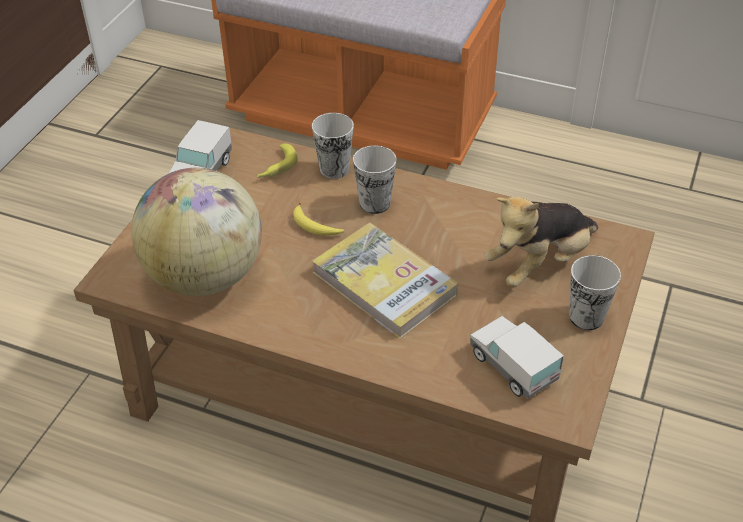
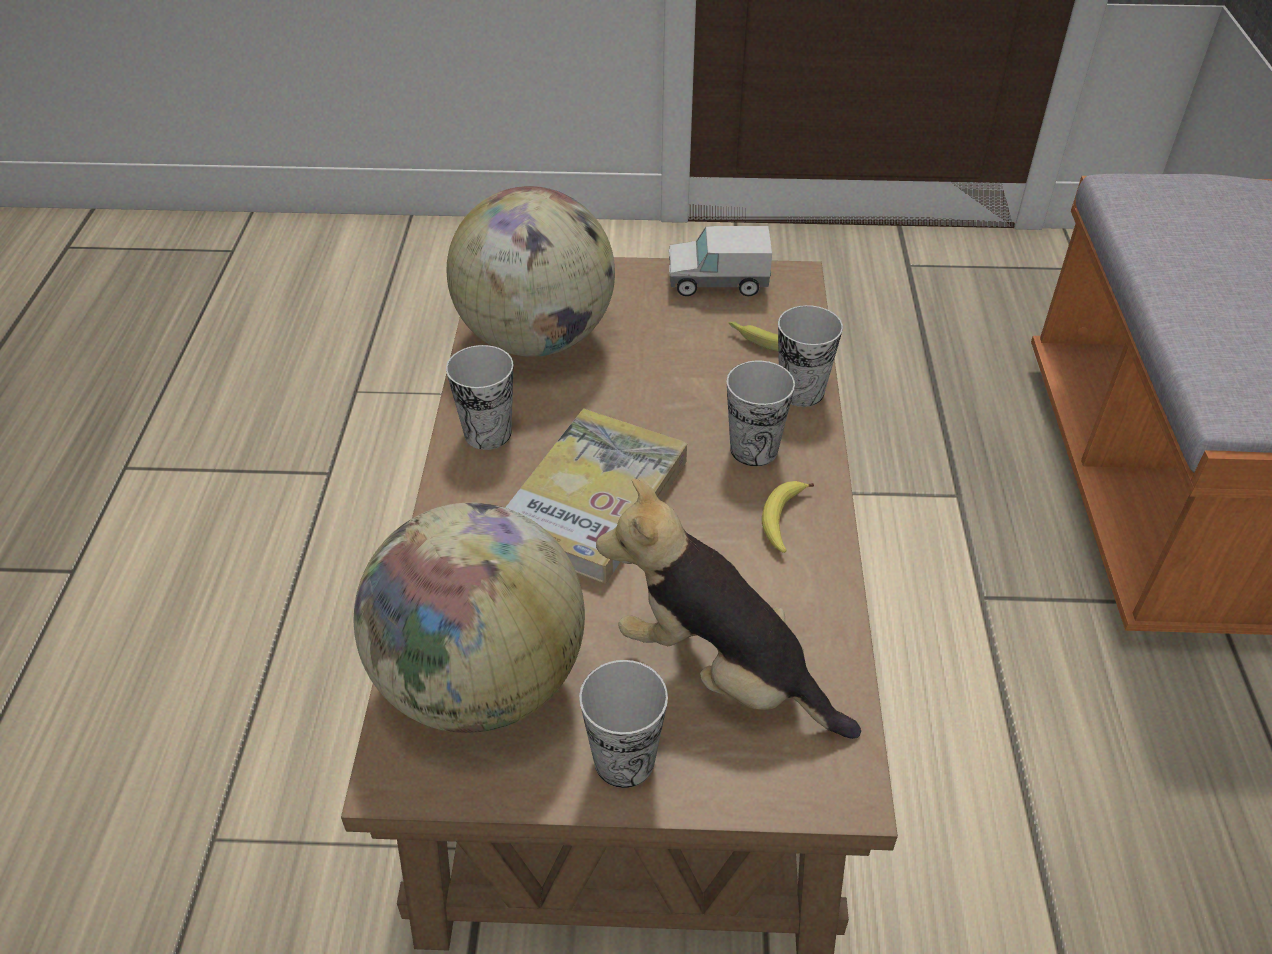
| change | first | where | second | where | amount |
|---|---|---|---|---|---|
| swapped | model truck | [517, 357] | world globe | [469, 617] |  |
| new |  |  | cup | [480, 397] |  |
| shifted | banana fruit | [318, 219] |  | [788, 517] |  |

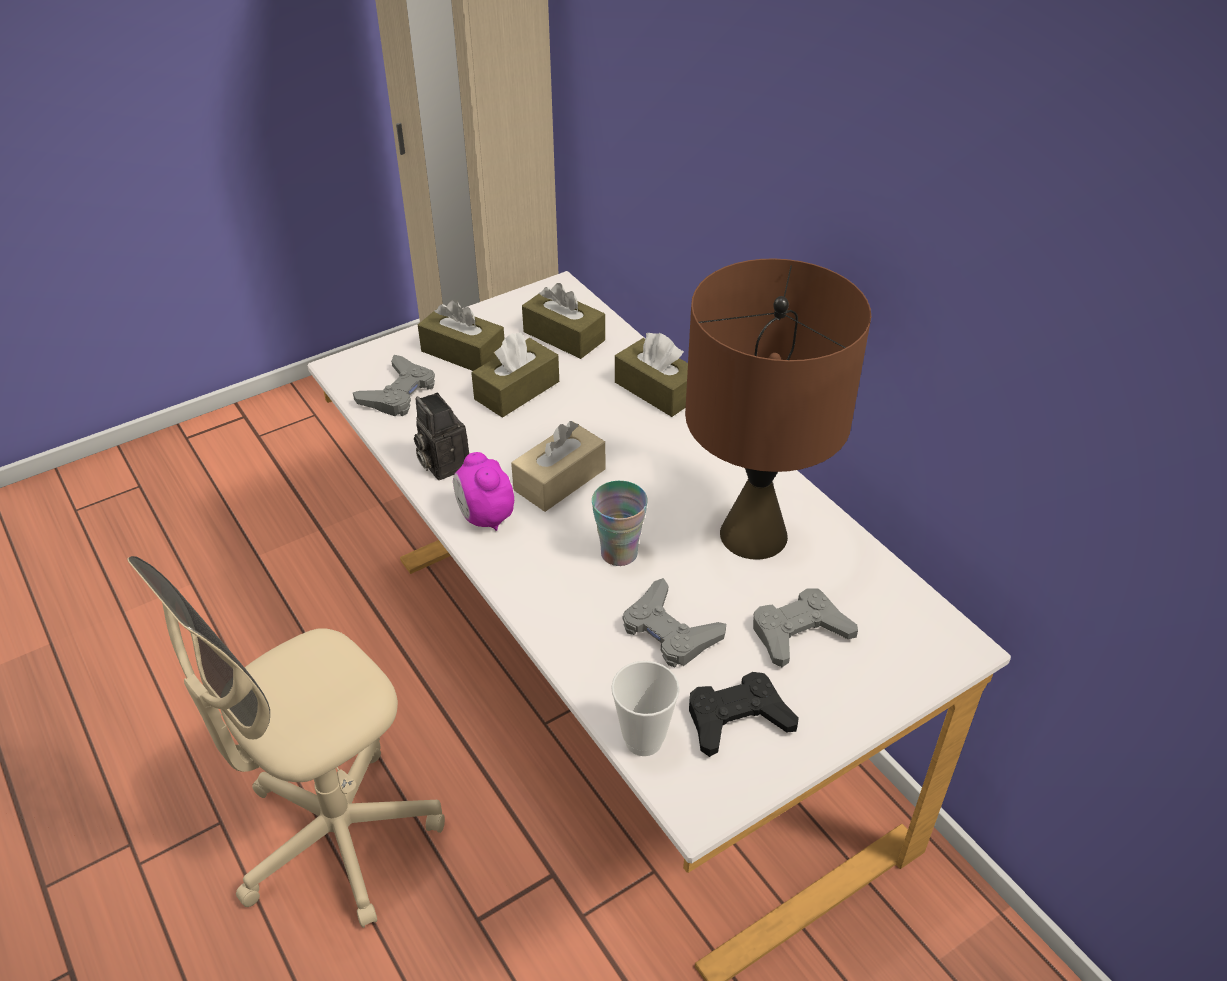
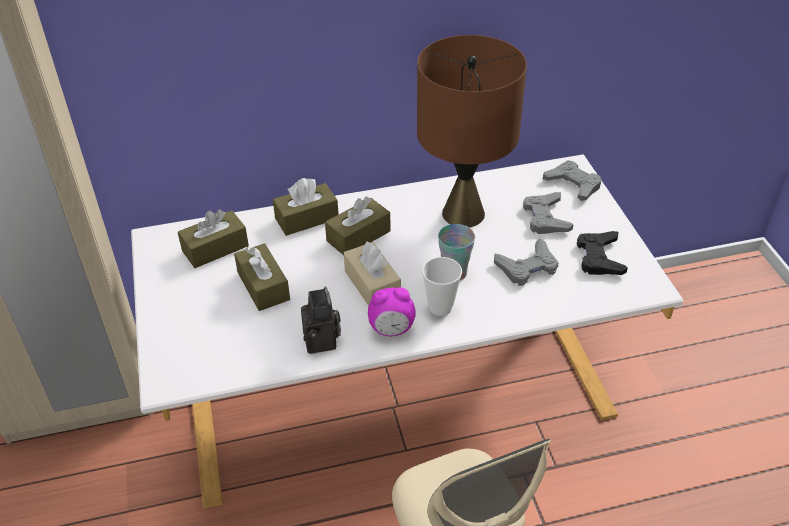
| change | first | where | second | where | amount |
|---|---|---|---|---|---|
| rotated | photo camera | [441, 436] |  | [321, 320] | 90 degrees counterclockwise |
| shifted | brownish tissue holder | [461, 335] |  | [358, 225] |  |
| shifted | cup | [645, 708] |  | [442, 286] |  |
| shifted | greyish game controller | [394, 385] |  | [572, 180] |  |

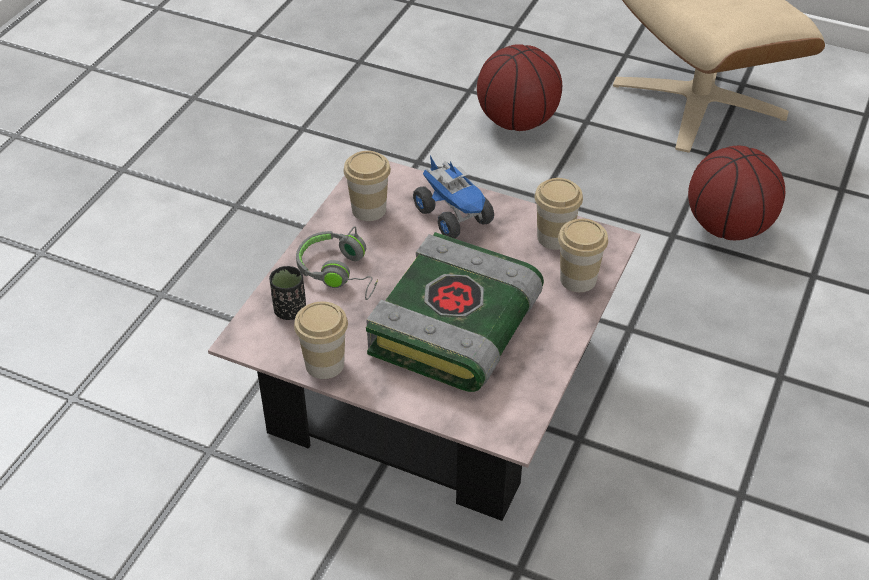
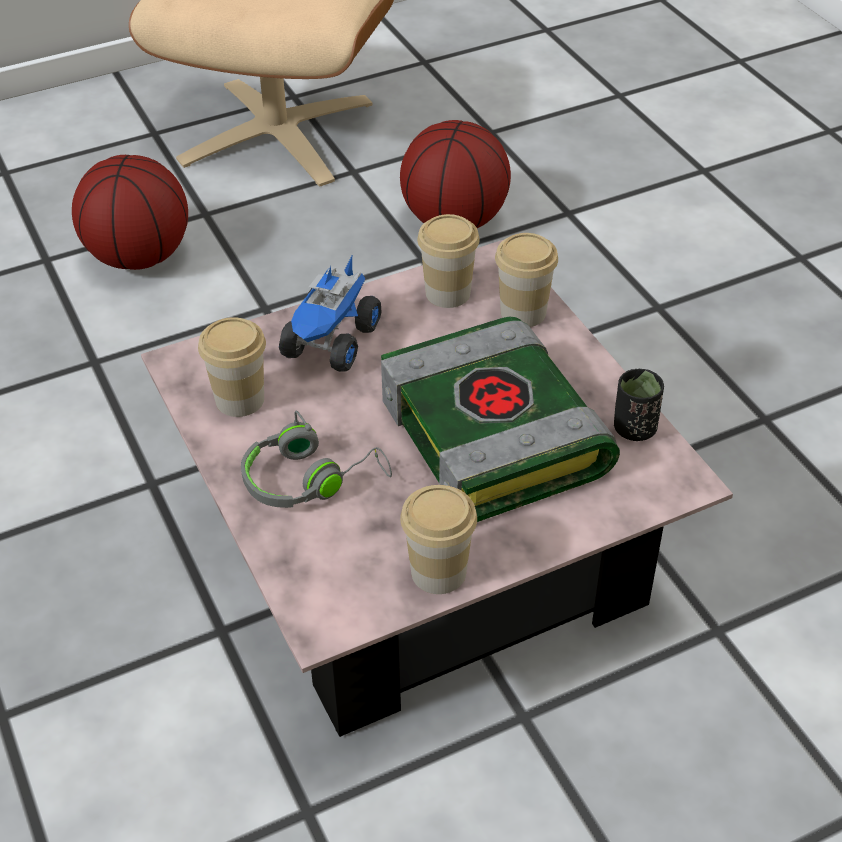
| change | first | where | second | where | amount |
|---|---|---|---|---|---|
| rotated | model truck | [453, 197] |  | [330, 314] | 105 degrees clockwise |
| shifted | black-coloured cup | [287, 293] |  | [639, 405] |  |

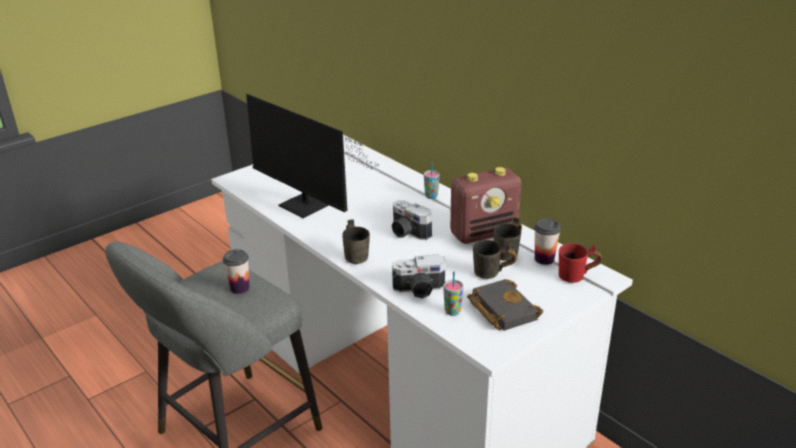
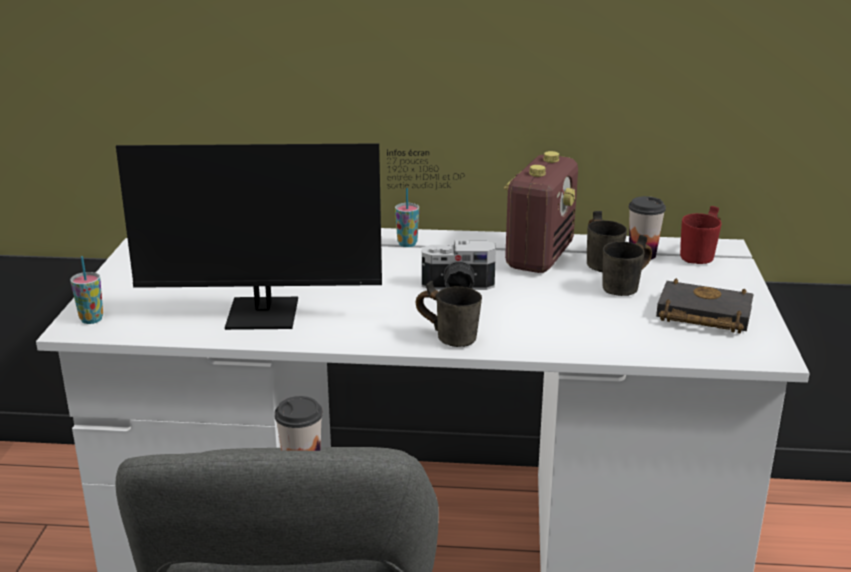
| change | first | where | second | where | amount |
|---|---|---|---|---|---|
| shifted | cup | [453, 293] |  | [86, 290] |  |
| gone | photo camera | [418, 276] |  |  |  |

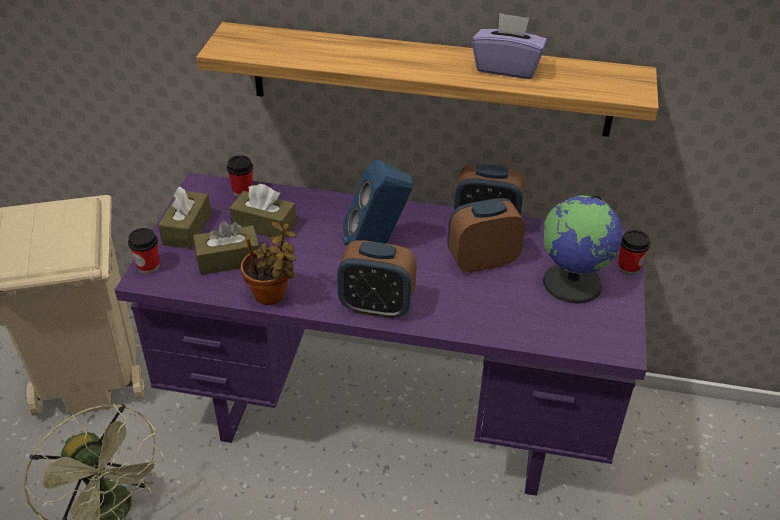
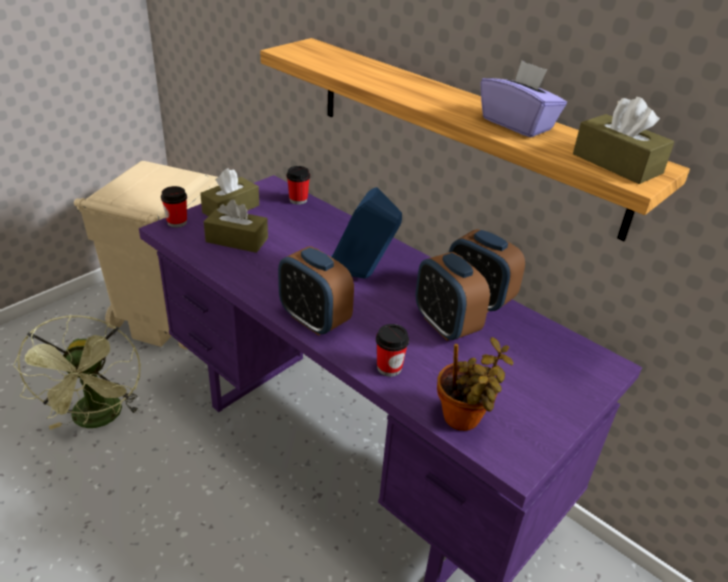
| change | first | where | second | where | amount |
|---|---|---|---|---|---|
| shifted | cup | [634, 252] |  | [392, 350] |  |
| rotated | table clock | [486, 235] |  | [453, 296] | 135 degrees counterclockwise |
| shifted | potted plant | [269, 263] |  | [475, 384] |  |
| shifted | brownish tissue holder | [263, 212] |  | [623, 140] |  |
| gone | world globe | [582, 249] |  |  |  |

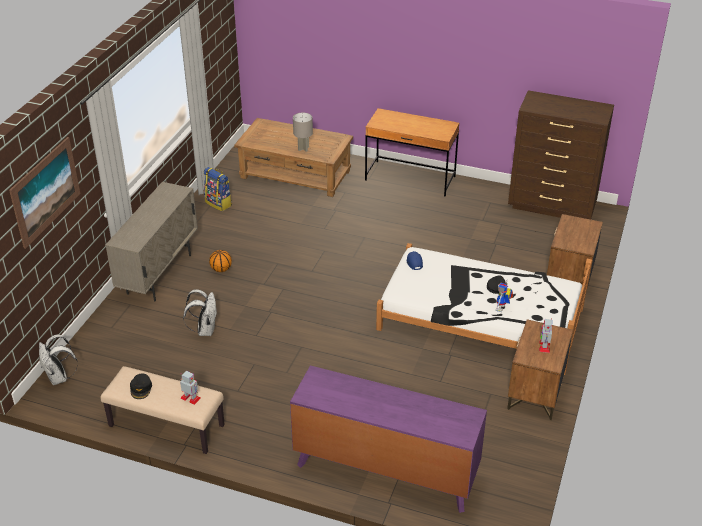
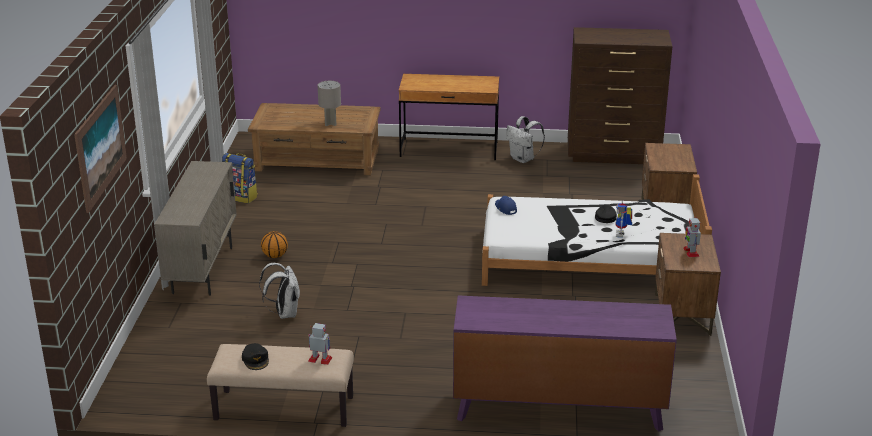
| change | first | where | second | where | amount |
|---|---|---|---|---|---|
| shifted | white knapsack | [58, 359] |  | [525, 139] |  |

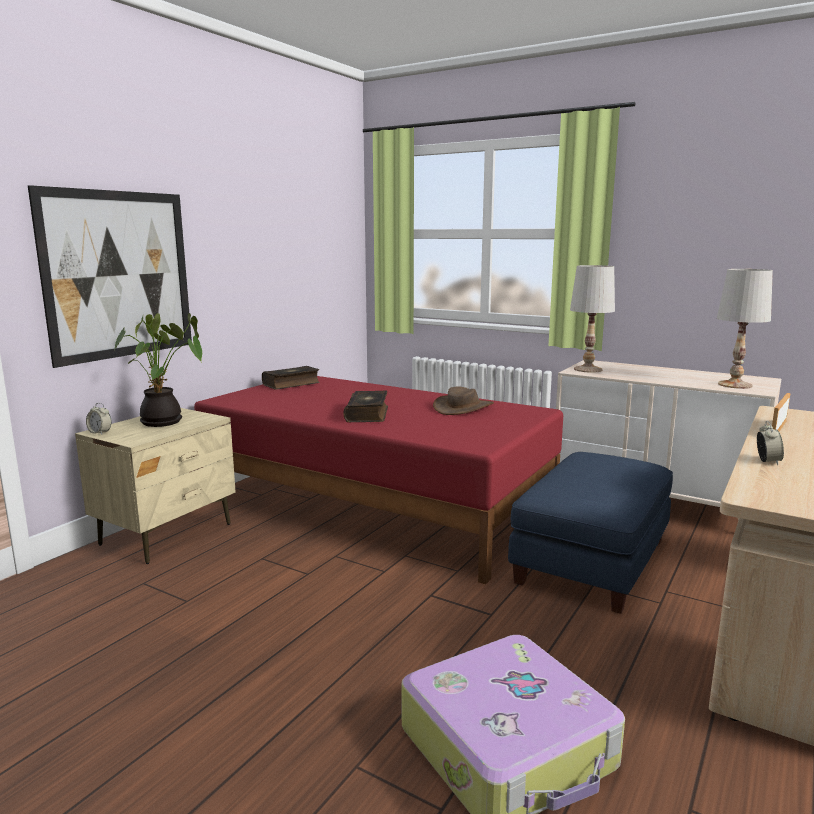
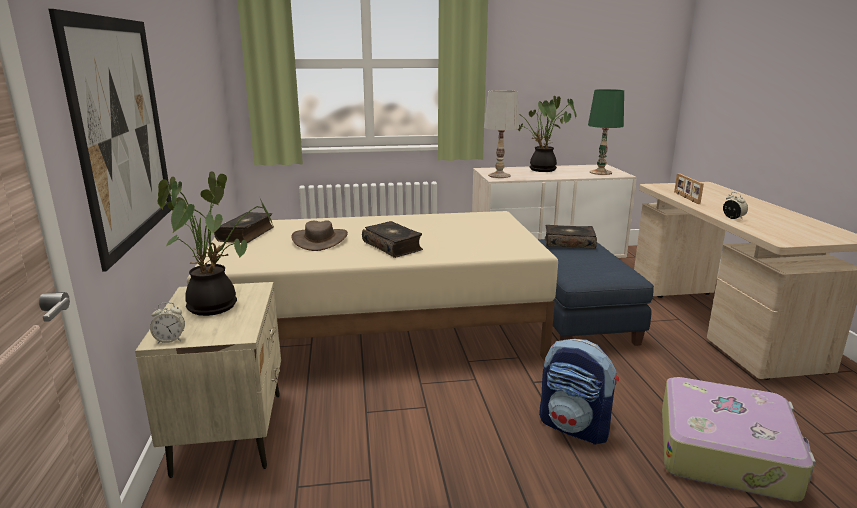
| change | first | where | second | where | amount |
|---|---|---|---|---|---|
| repainted | red bedroom bed | [378, 480] | beige-coloured bedroom bed | [372, 285] |  |
| shifted | brownish hat | [463, 401] |  | [319, 235] |  |
| new |  |  | potted plant | [547, 134] |  |
| new |  |  | knapsack | [579, 392] |  |
| new |  |  | book | [571, 237] |  |
| repainted | white table lamp | [745, 329] | green table lamp | [606, 132] |  |

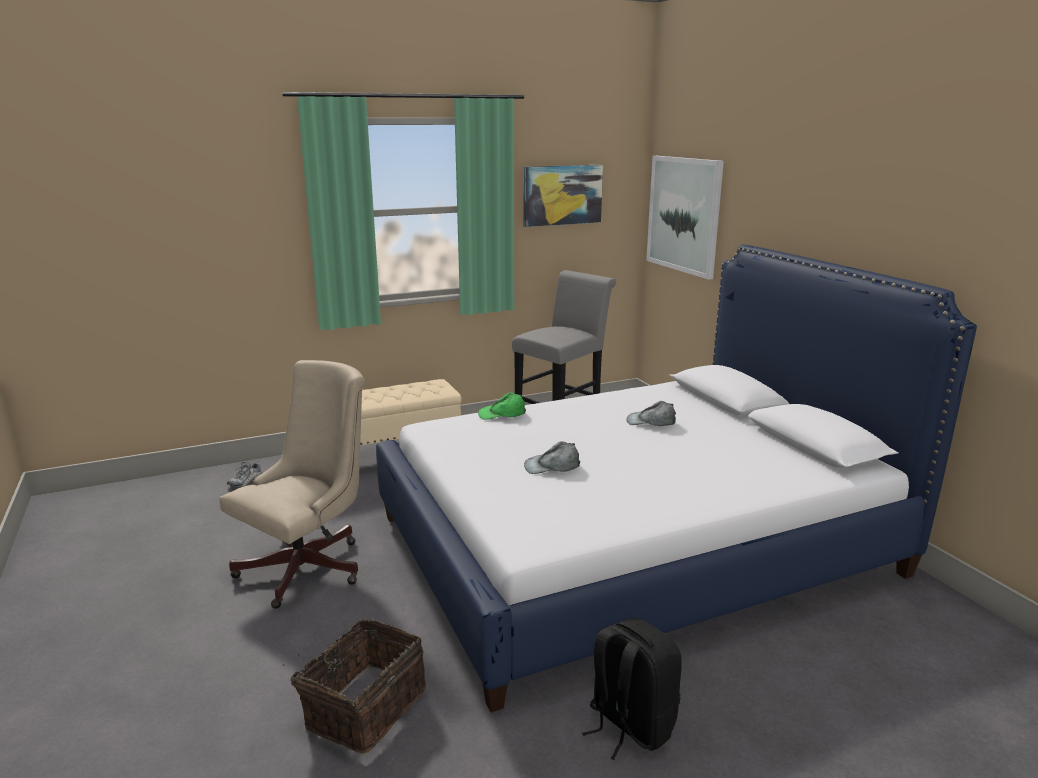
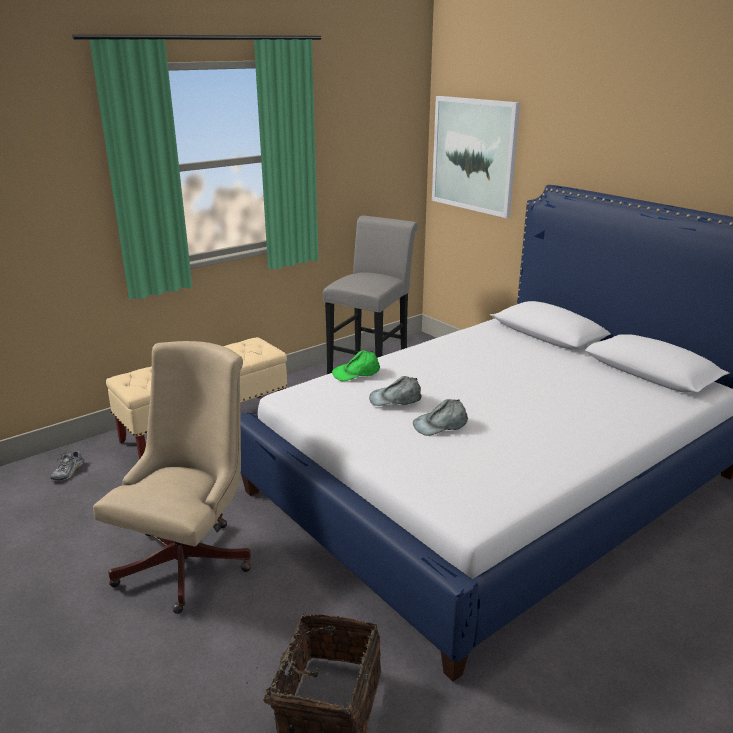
| change | first | where | second | where | amount |
|---|---|---|---|---|---|
| shifted | greyish baseball cap | [651, 413] |  | [395, 391] |  |
| gone | wall art | [563, 196] |  |  |  |
| gone | black-coloured knapsack | [632, 689] |  |  |  |

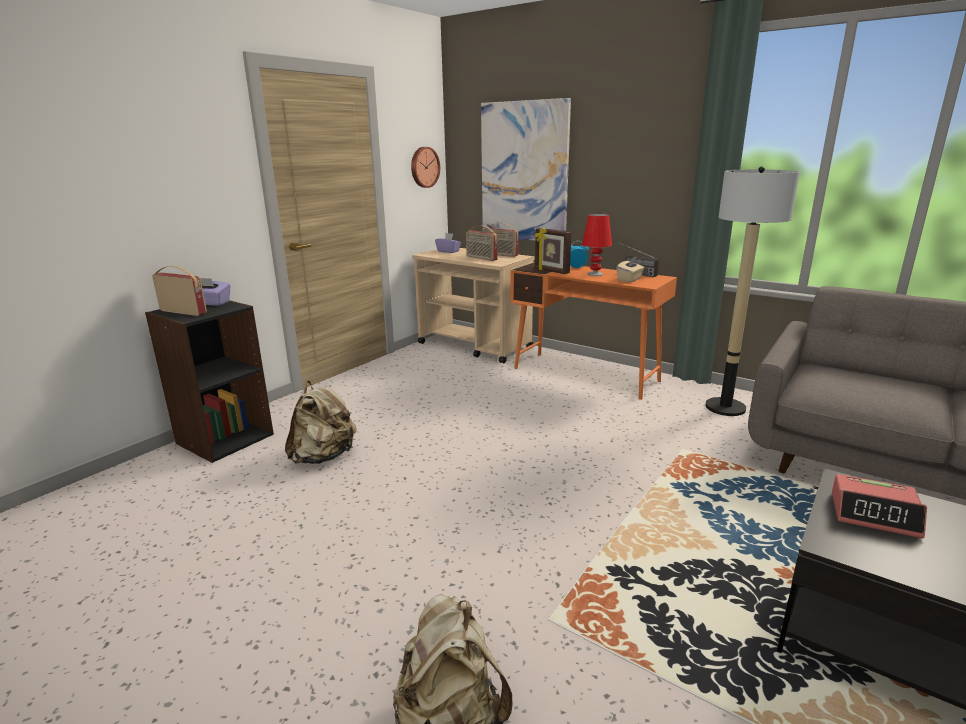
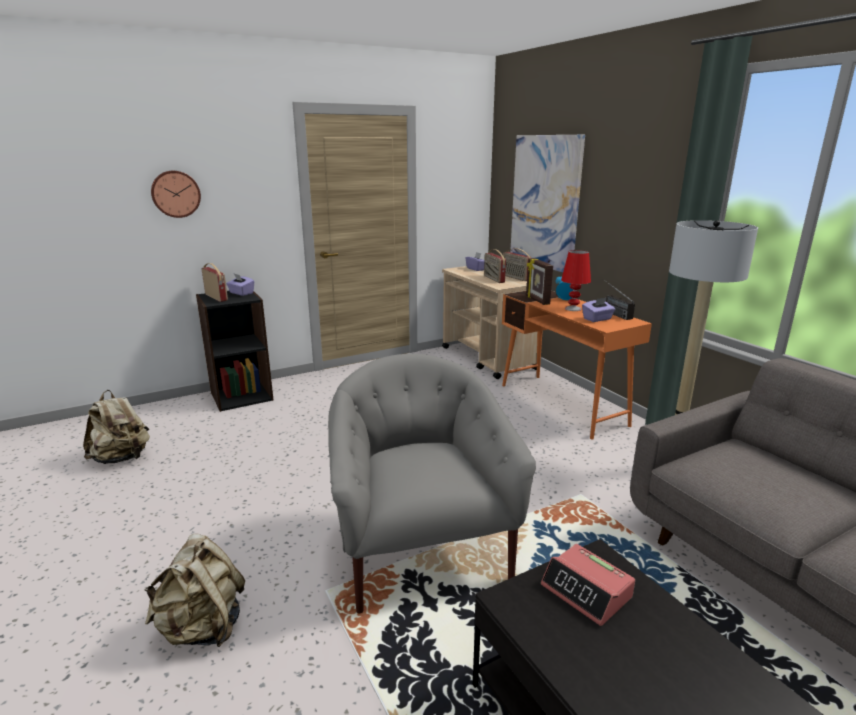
| change | first | where | second | where | amount |
|---|---|---|---|---|---|
| shifted | beige-coloured knapsack | [321, 422] |  | [116, 427] |  |
| shifted | wall clock | [425, 167] |  | [176, 194] |  |
| new |  |  | greyish lounge chair | [432, 483] |  |
| repainted | beige-coloured tissue holder | [630, 269] | purple tissue holder | [598, 310] |  |

